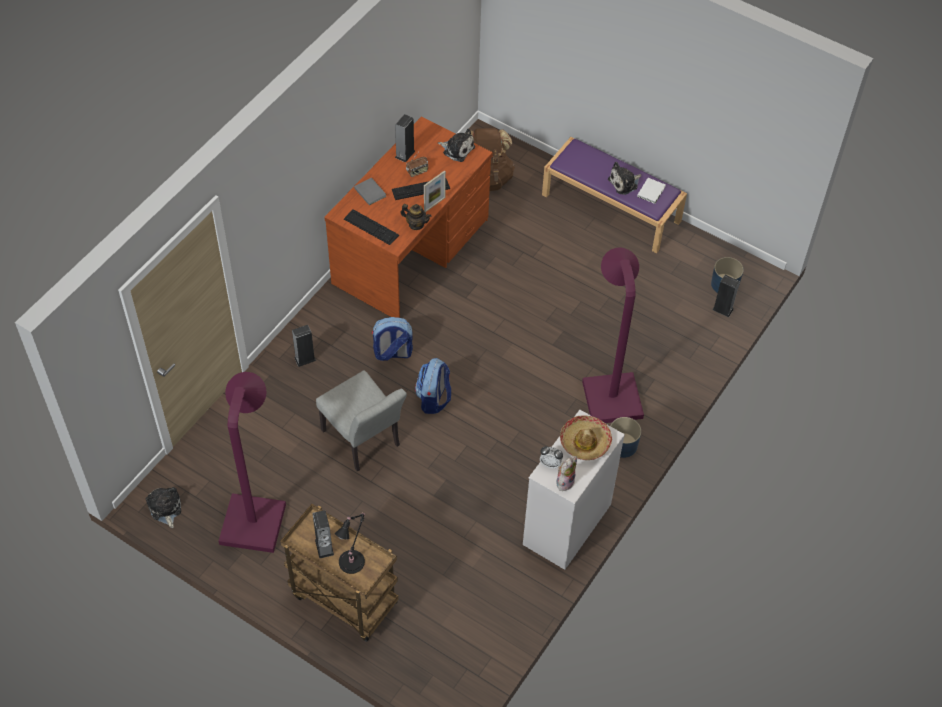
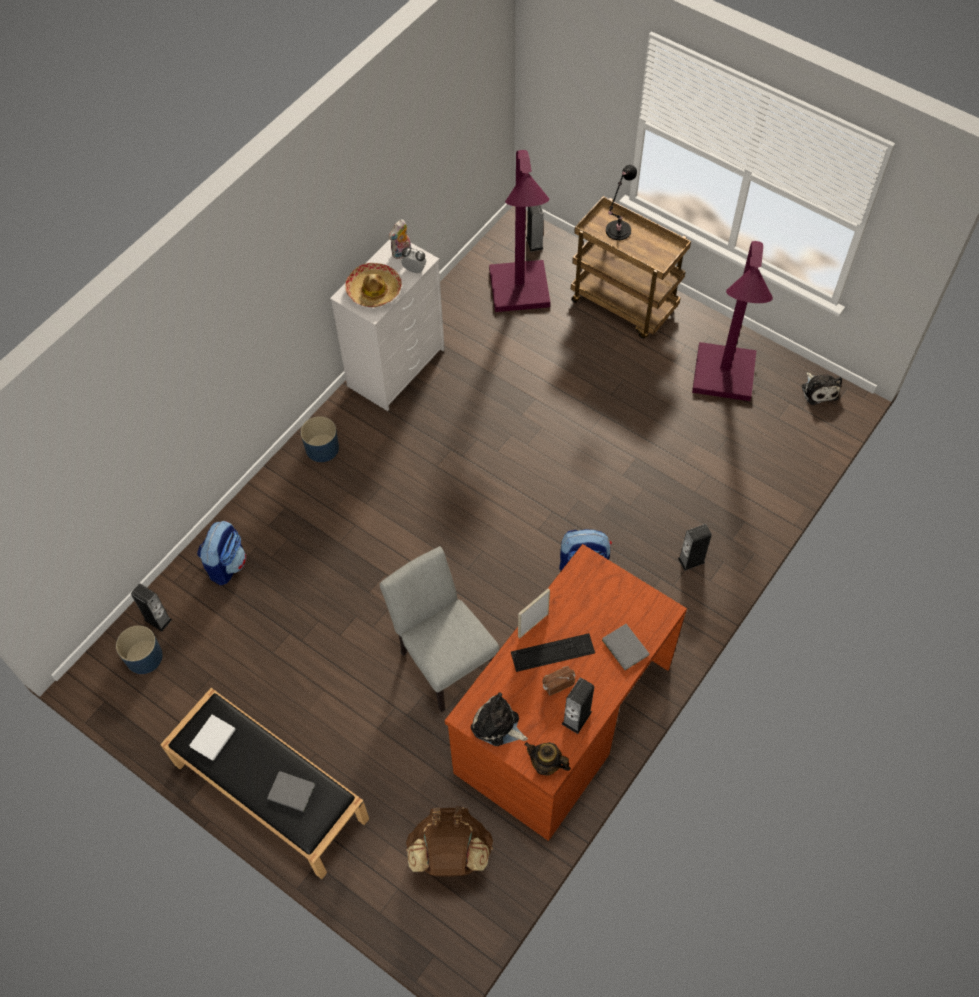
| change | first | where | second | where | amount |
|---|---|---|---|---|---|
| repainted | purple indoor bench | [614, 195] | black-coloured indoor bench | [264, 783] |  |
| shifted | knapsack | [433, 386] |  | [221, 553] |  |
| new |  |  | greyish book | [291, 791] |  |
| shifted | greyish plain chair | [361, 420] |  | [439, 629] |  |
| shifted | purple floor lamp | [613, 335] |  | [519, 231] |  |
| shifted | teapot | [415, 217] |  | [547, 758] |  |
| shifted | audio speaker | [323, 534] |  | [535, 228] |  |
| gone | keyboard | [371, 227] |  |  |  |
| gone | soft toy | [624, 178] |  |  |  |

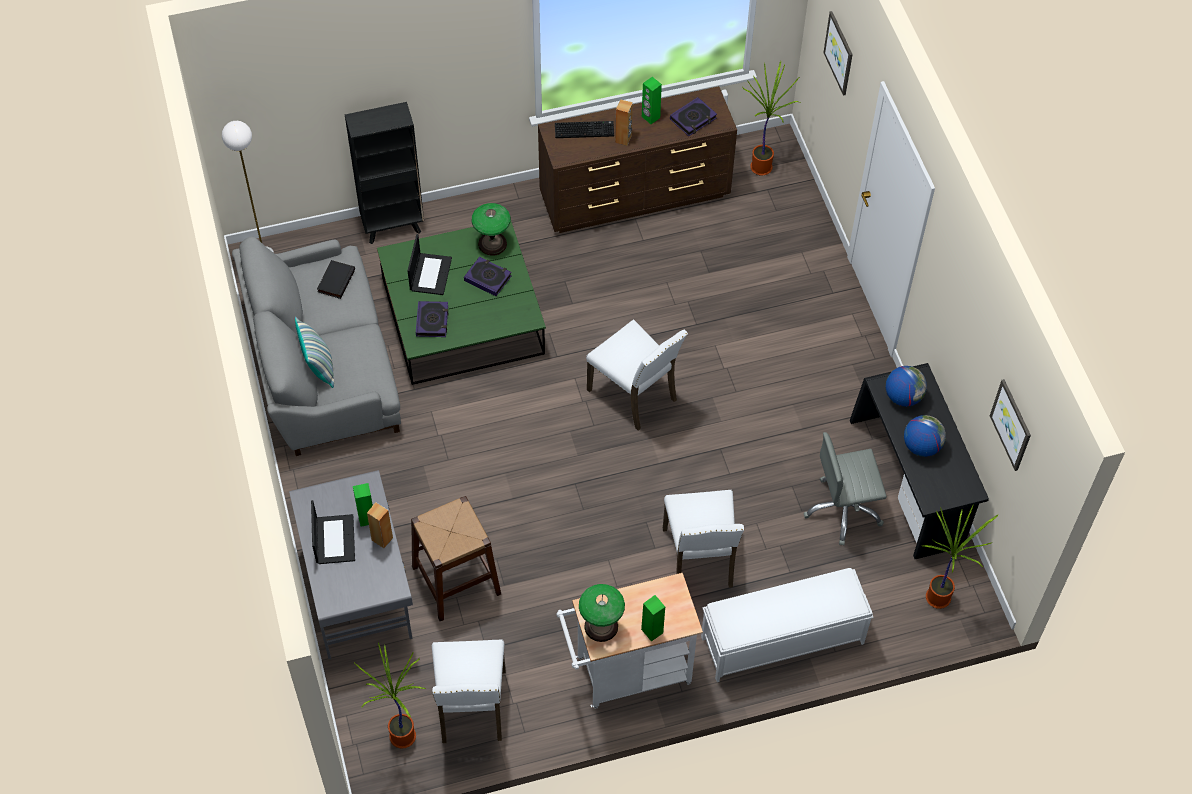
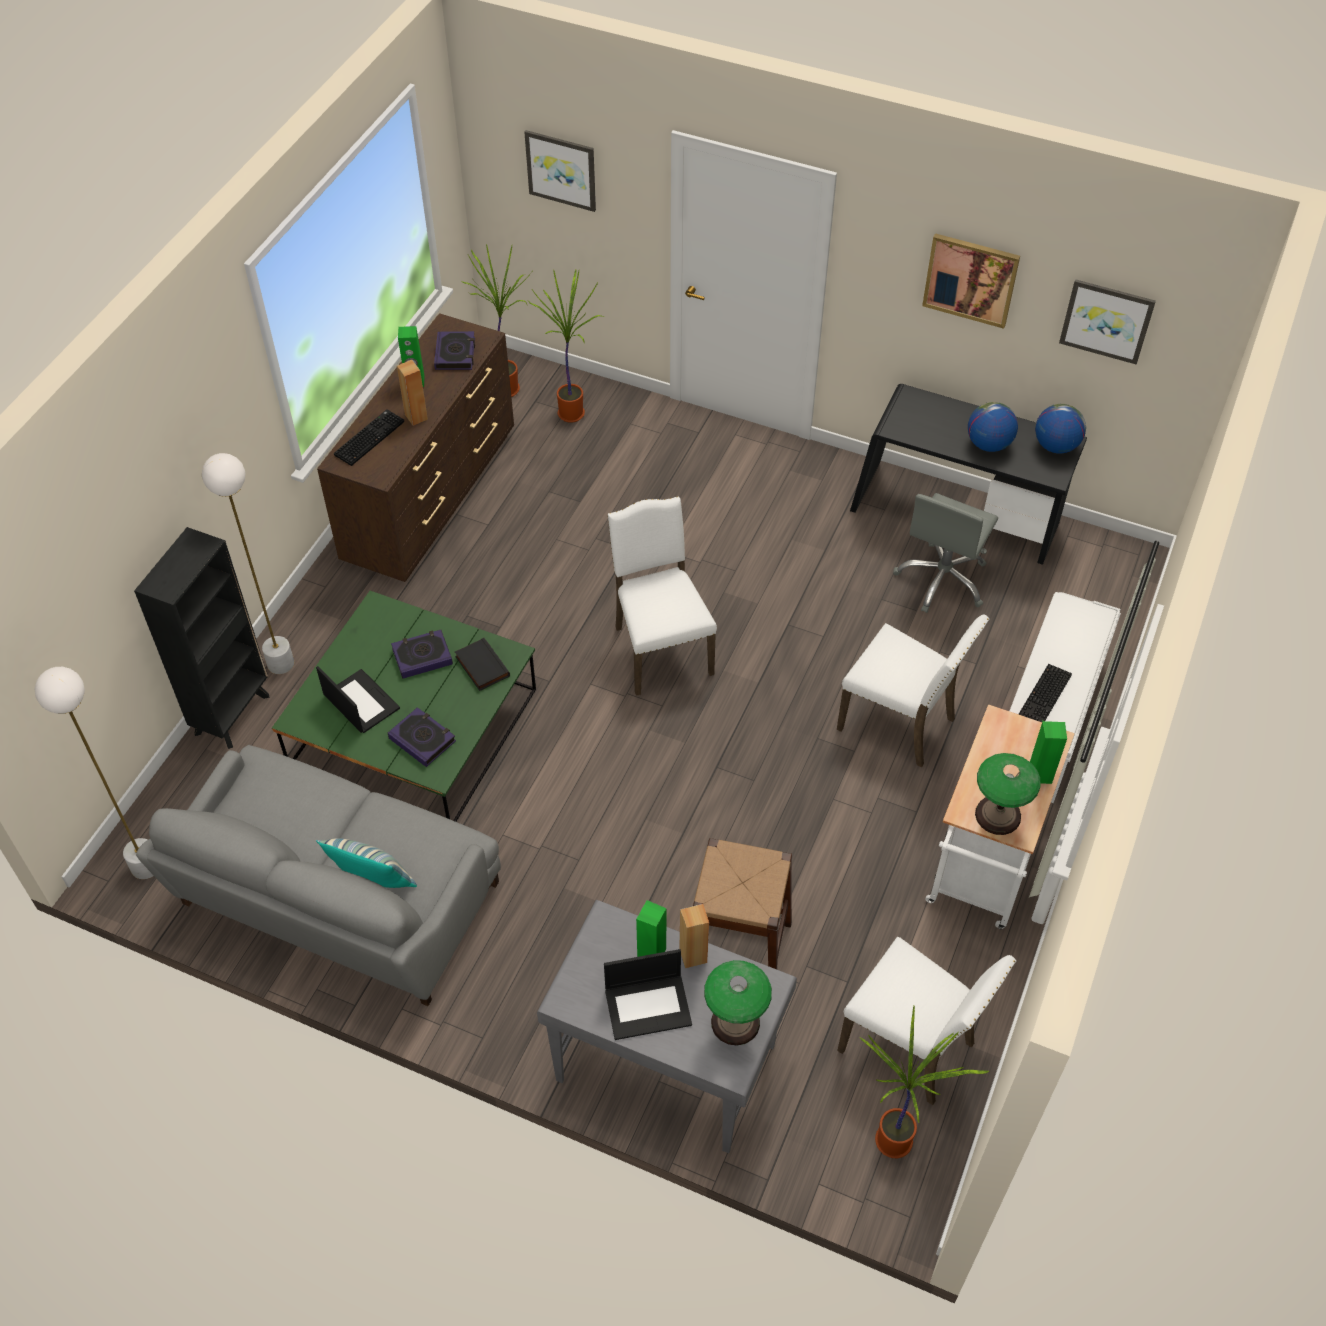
| change | first | where | second | where | amount |
|---|---|---|---|---|---|
| new |  |  | white floor lamp | [248, 563] |  |
| shifted | black-coloured book | [336, 279] |  | [482, 664] |  |
| shifted | potted plant | [960, 557] |  | [566, 346] |  |
| rotated | laptop | [333, 532] |  | [648, 994] | 135 degrees clockwise |
| rotated | white plain chair | [637, 375] |  | [662, 596] | 105 degrees counterclockwise |
| shifted | table lamp | [491, 229] |  | [738, 1003] |  |
| new |  |  | wall art | [971, 281] |  |
| new |  |  | keyboard | [1045, 693] |  |
| shifted | world globe | [906, 386] |  | [1060, 429] |  |

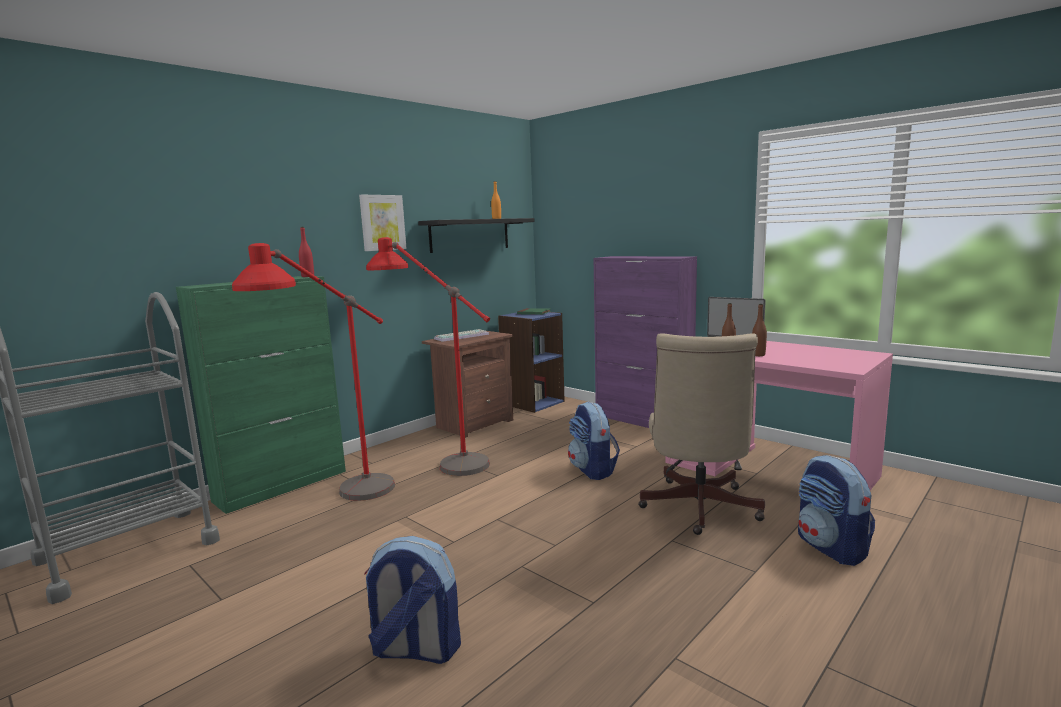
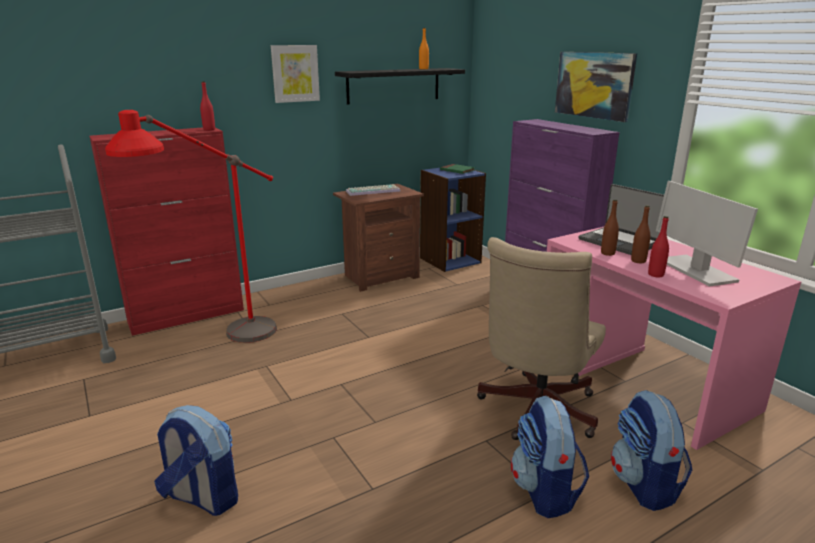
| change | first | where | second | where | amount |
|---|---|---|---|---|---|
| repainted | green storage cabinet | [261, 395] | red storage cabinet | [167, 231] |  |
| shifted | knapsack | [594, 441] |  | [550, 457] |  |
| new |  |  | wall art | [596, 87] |  |
| new |  |  | red bottle | [658, 246] |  |
| new |  |  | monitor | [707, 234] |  |
| gone | red floor lamp | [428, 356] |  |  |  |

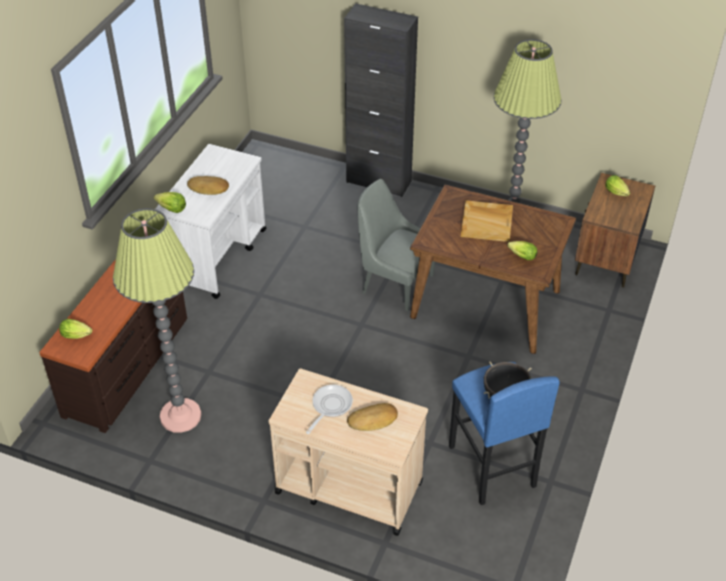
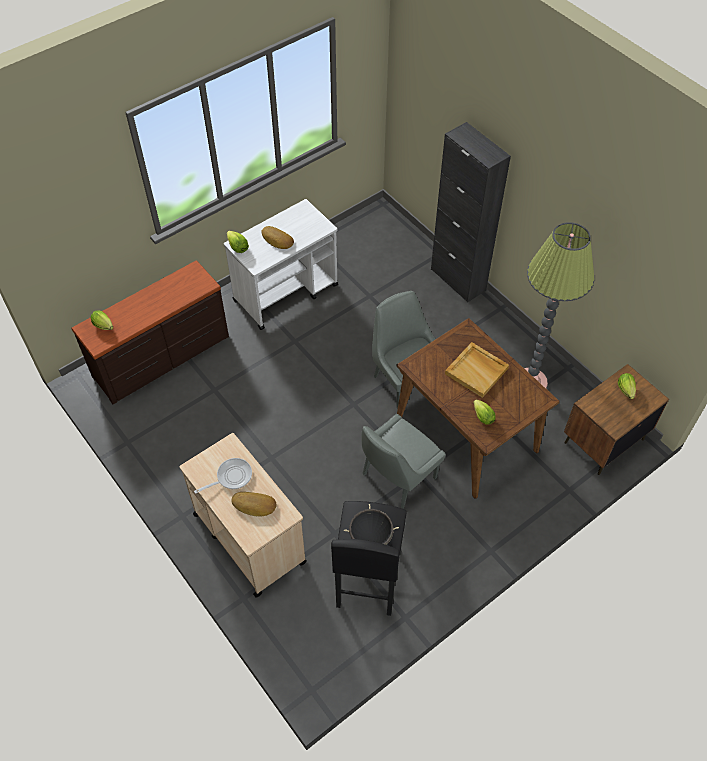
| change | first | where | second | where | amount |
|---|---|---|---|---|---|
| repainted | blue sitting stool | [504, 433] | black-coloured sitting stool | [369, 558] |  |
| new |  |  | greyish plain chair | [403, 461] |  |
| gone | floor lamp | [157, 320] |  |  |  |

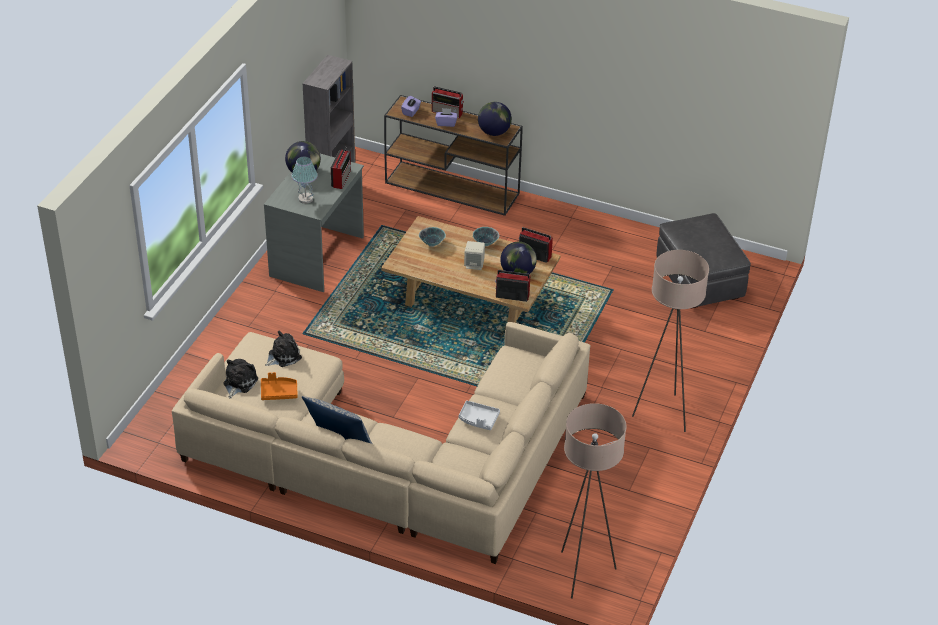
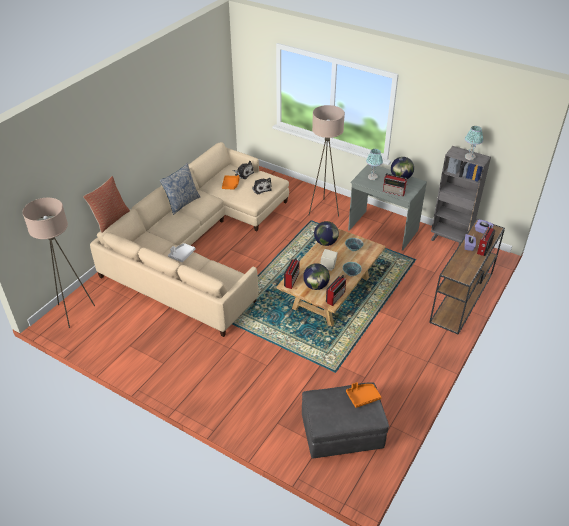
| change | first | where | second | where | amount |
|---|---|---|---|---|---|
| new |  |  | pillow | [106, 204] |  |
| shifted | beige-coloured floor lamp | [670, 341] |  | [327, 161] |  |
| shifted | world globe | [495, 119] |  | [326, 233] |  |
| new |  |  | orange tray | [363, 395] |  |
| new |  |  | table lamp | [474, 143] |  |

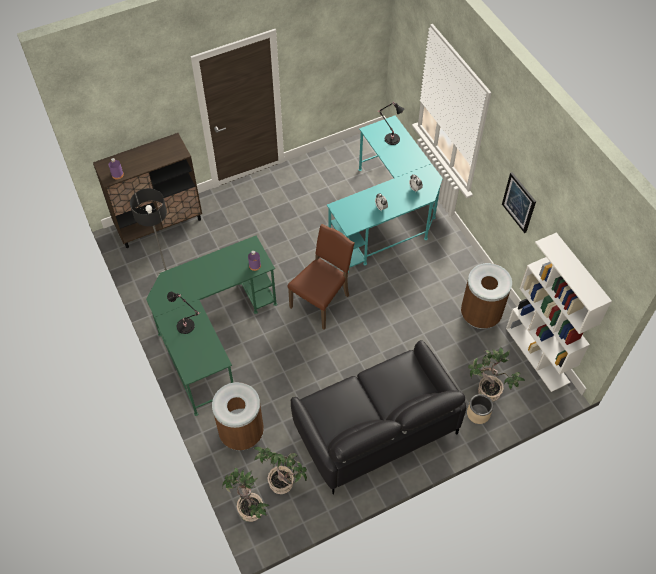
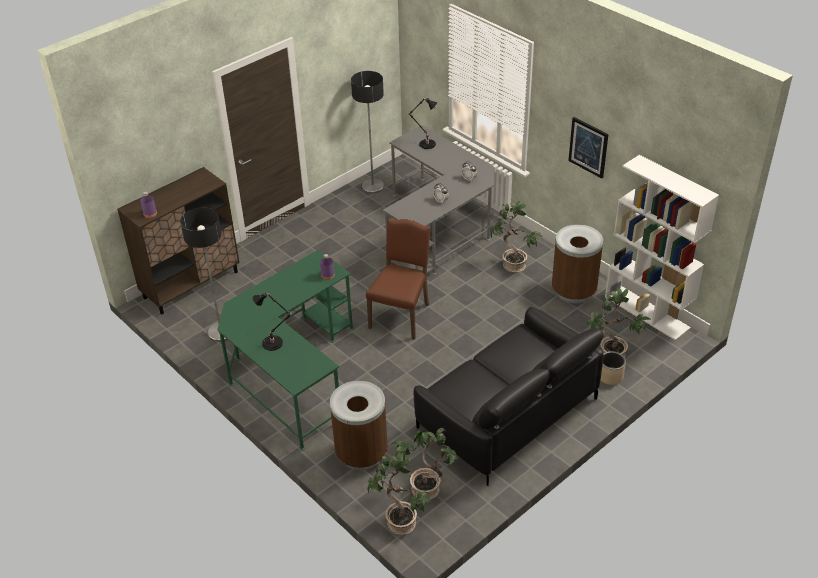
| change | first | where | second | where | amount |
|---|---|---|---|---|---|
| new |  |  | floor lamp | [367, 132] |  |
| repainted | turquoise desk | [385, 193] | greyish desk | [438, 200] |  |
| new |  |  | potted plant | [516, 237] |  |

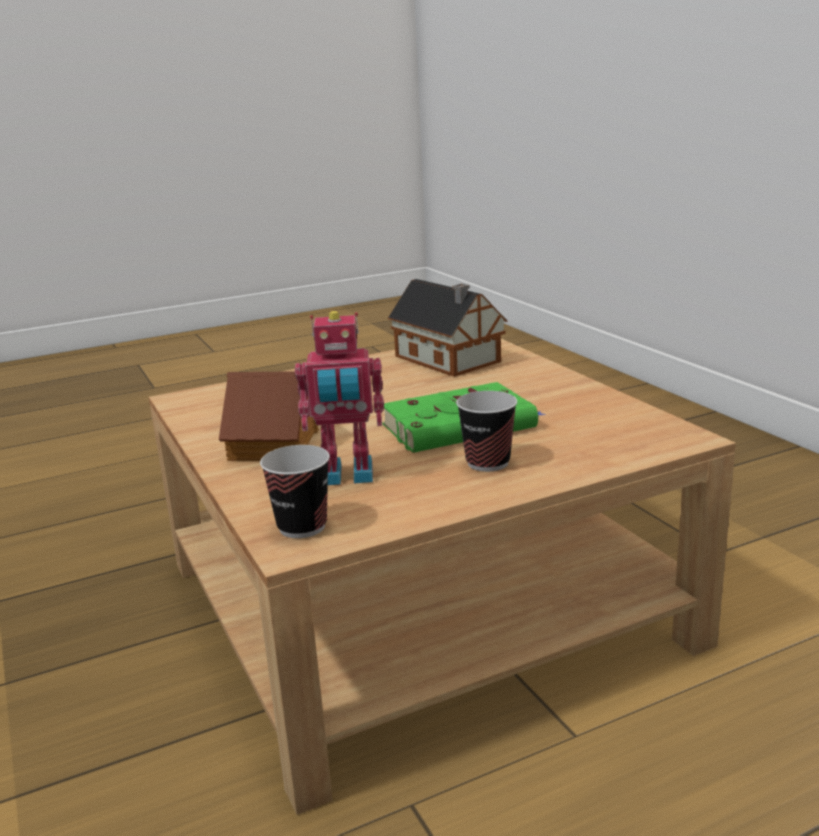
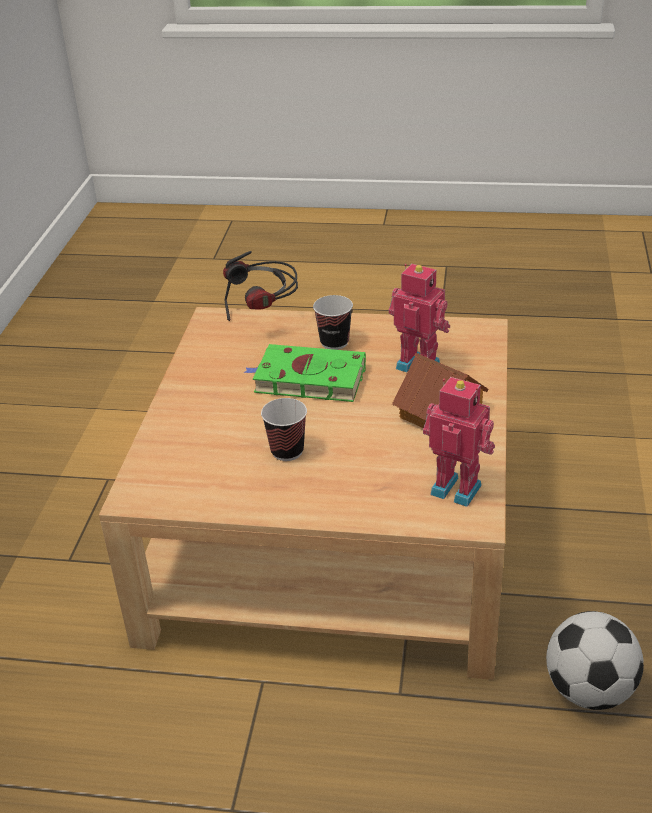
| change | first | where | second | where | amount |
|---|---|---|---|---|---|
| new |  |  | headphones | [260, 286] |  |
| shifted | cup | [295, 491] |  | [284, 429] |  |
| new |  |  | model robot | [459, 442] |  |
| new |  |  | football ball | [595, 660] |  |
| gone | miniature house | [448, 328] |  |  |  |

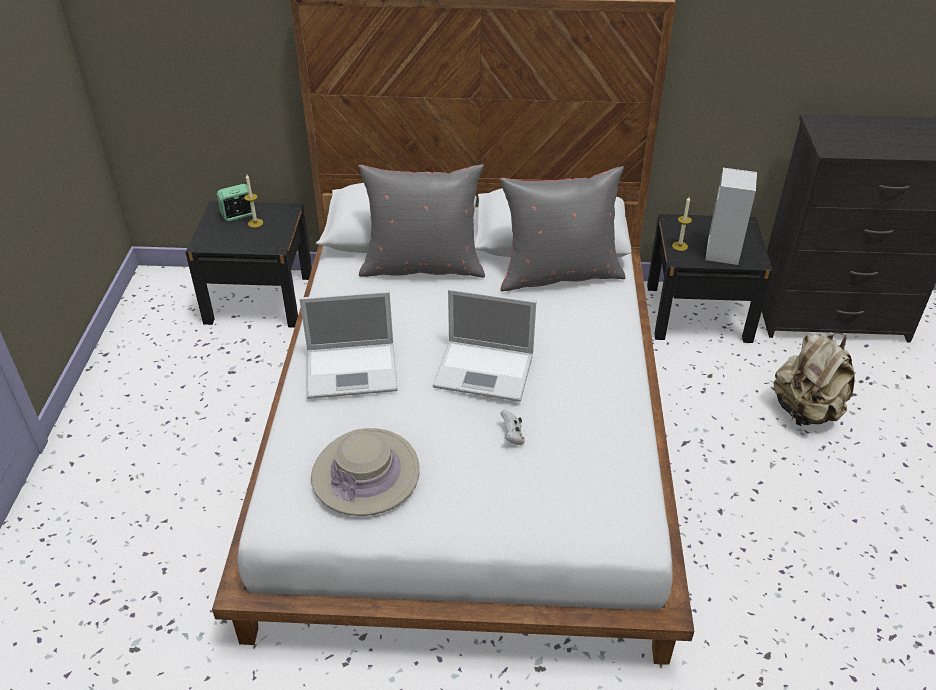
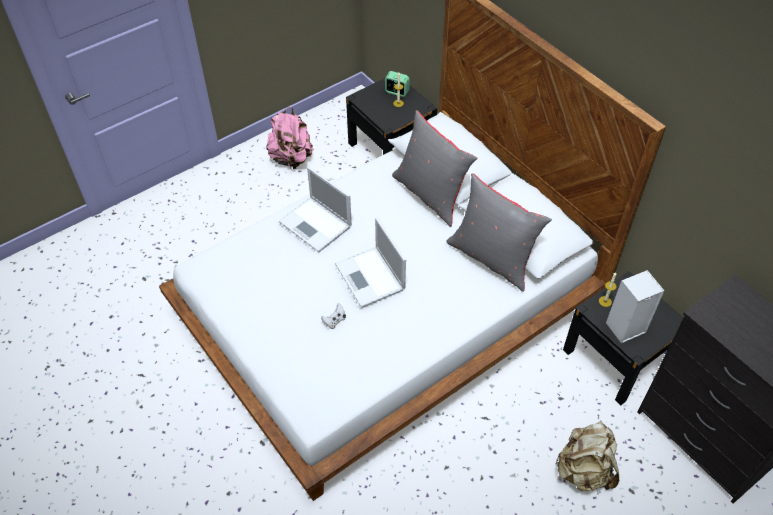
| change | first | where | second | where | amount |
|---|---|---|---|---|---|
| new |  |  | pink knapsack | [289, 138] |  |
| gone | beige-coloured hat | [365, 472] |  |  |  |

